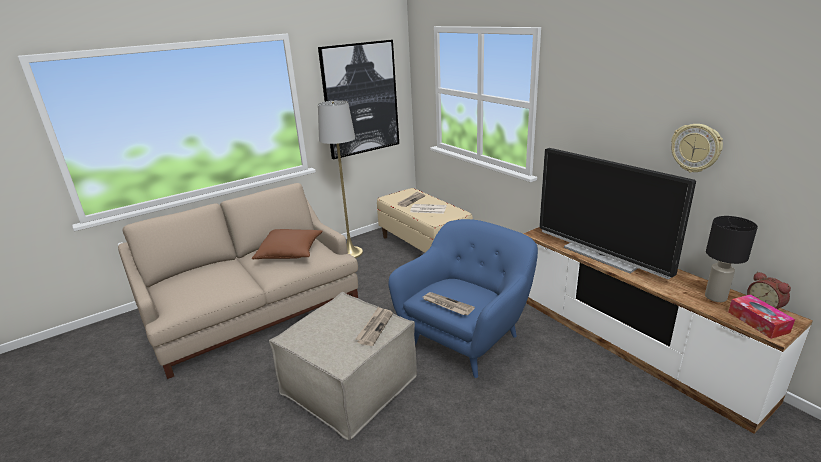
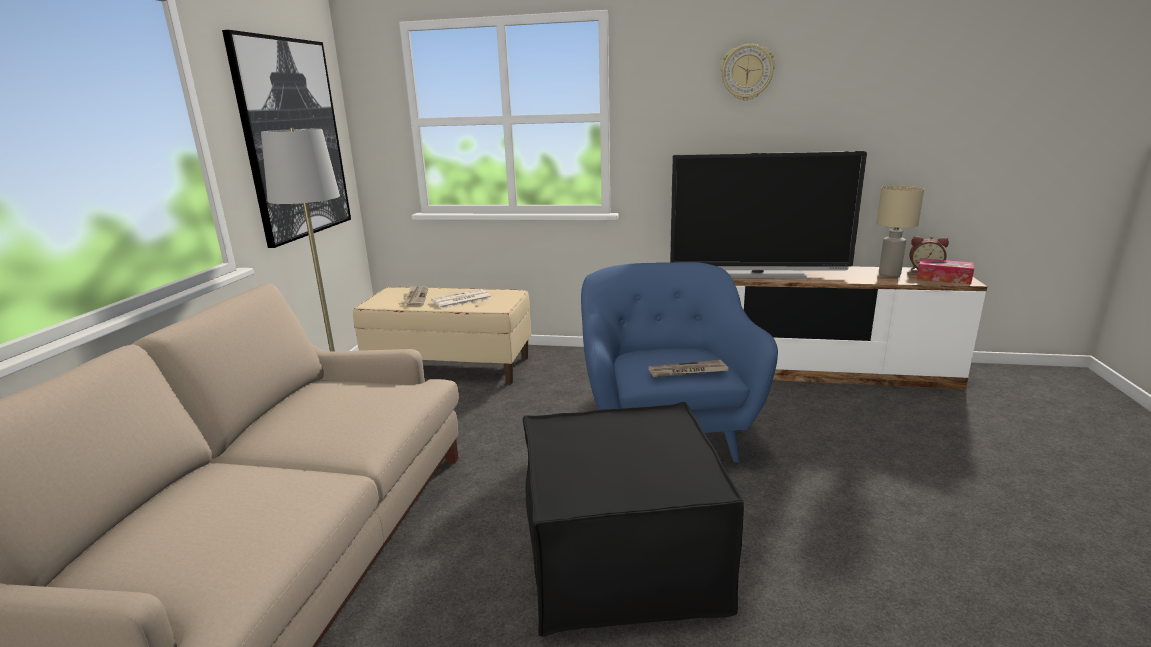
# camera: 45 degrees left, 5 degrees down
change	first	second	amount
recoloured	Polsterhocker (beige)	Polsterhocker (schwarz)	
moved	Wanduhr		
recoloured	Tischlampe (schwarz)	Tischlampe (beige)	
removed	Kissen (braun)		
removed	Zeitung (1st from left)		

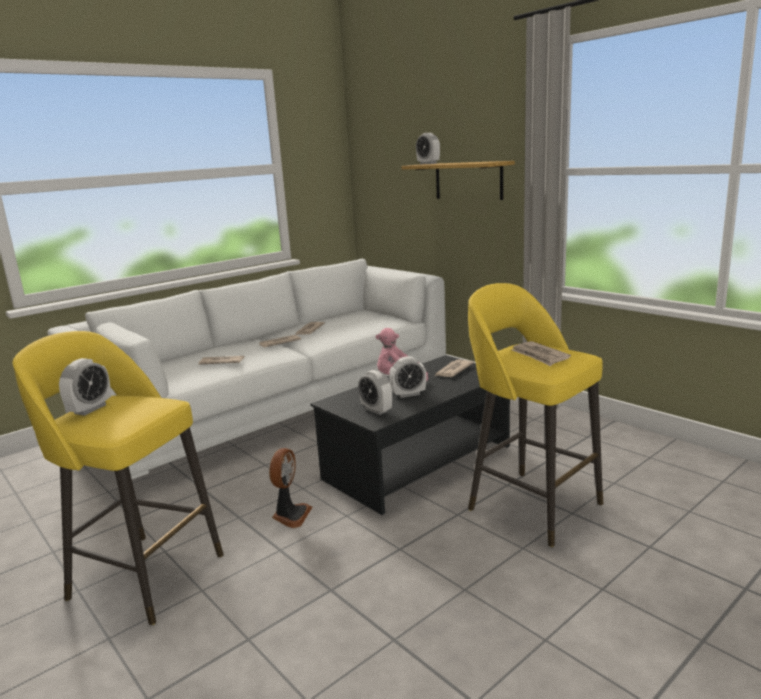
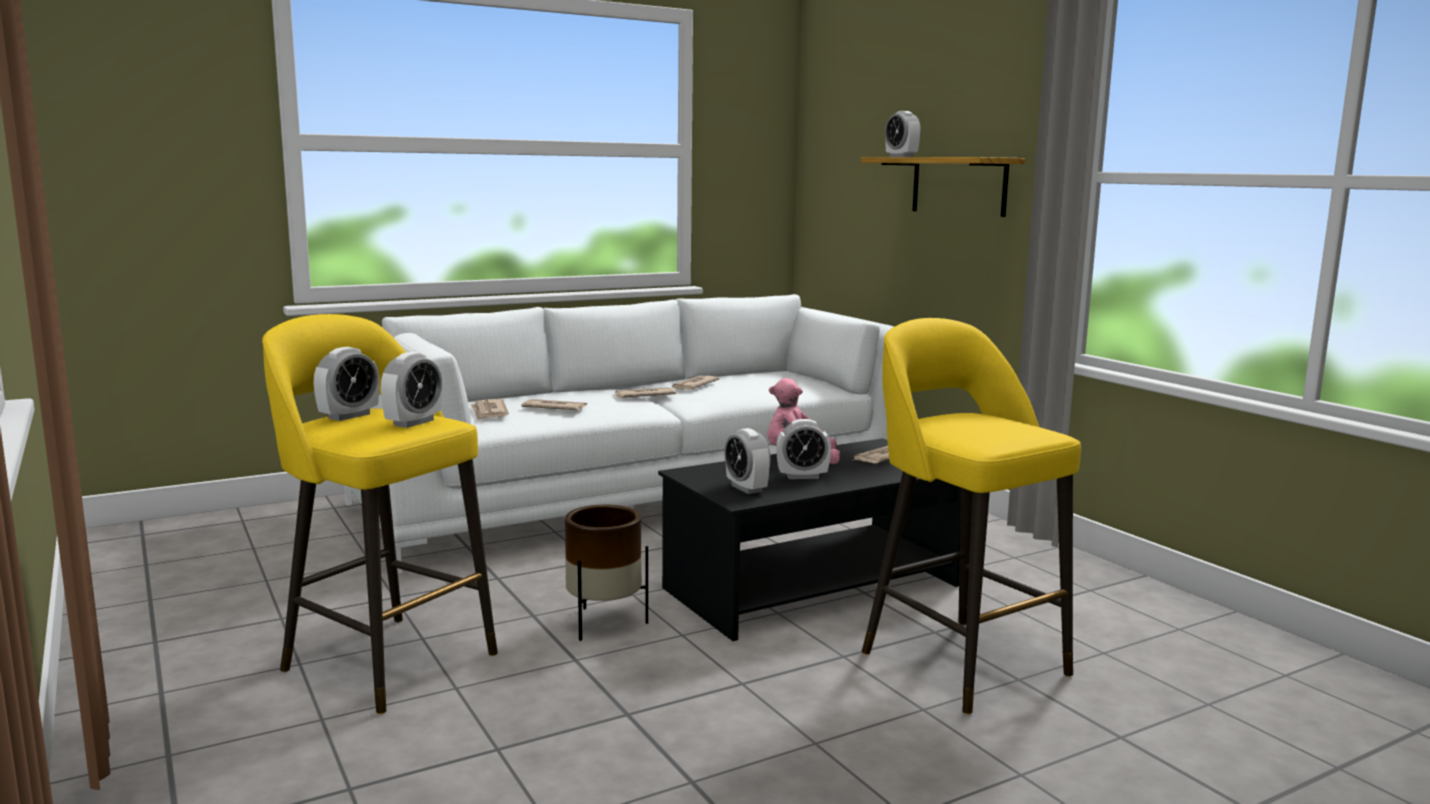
# camera: 10 degrees right, 5 degrees down
change	first	second	amount
added		Wecker (2nd from left)	
moved	Zeitung (5th from left in the first image)	Zeitung (1st from left)	
replaced	Ventilator	Pflanzkübel (braun)	

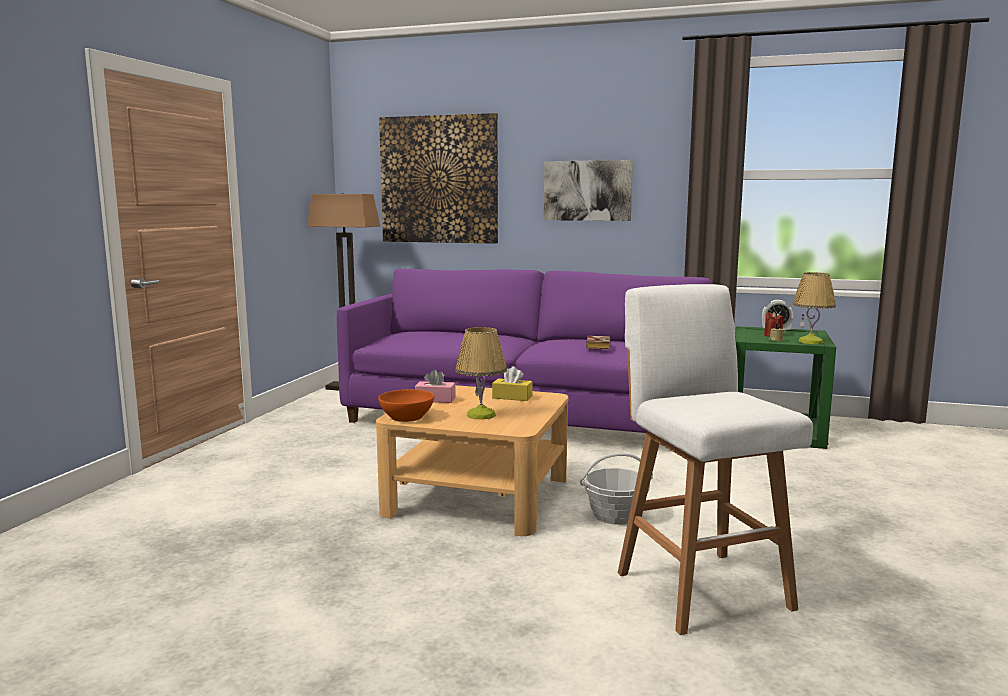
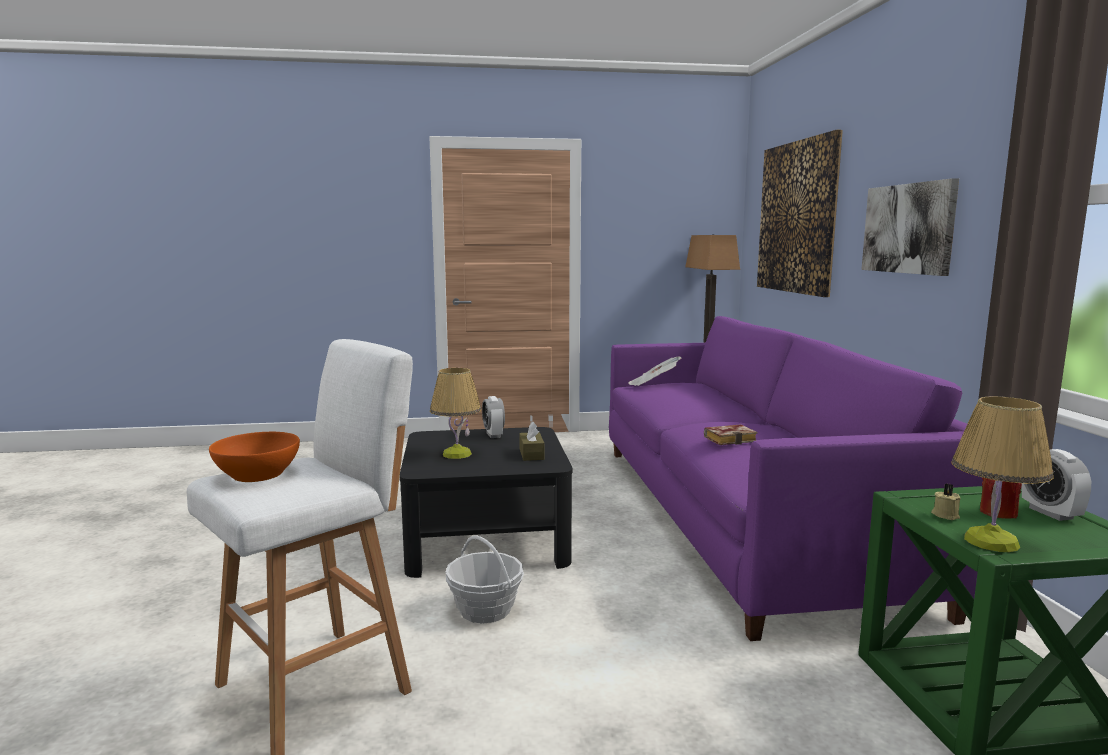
# camera: 65 degrees right, 0 degrees up
change	first	second	amount
moved	Schüssel (orange)		
recoloured	Couchtisch (beige)	Couchtisch (schwarz)	
replaced	Taschentuchbox (rosa)	Wecker (1st from left)	
recoloured	Taschentuchbox (gelb)	Taschentuchbox (braun)	
added		Zeitung	

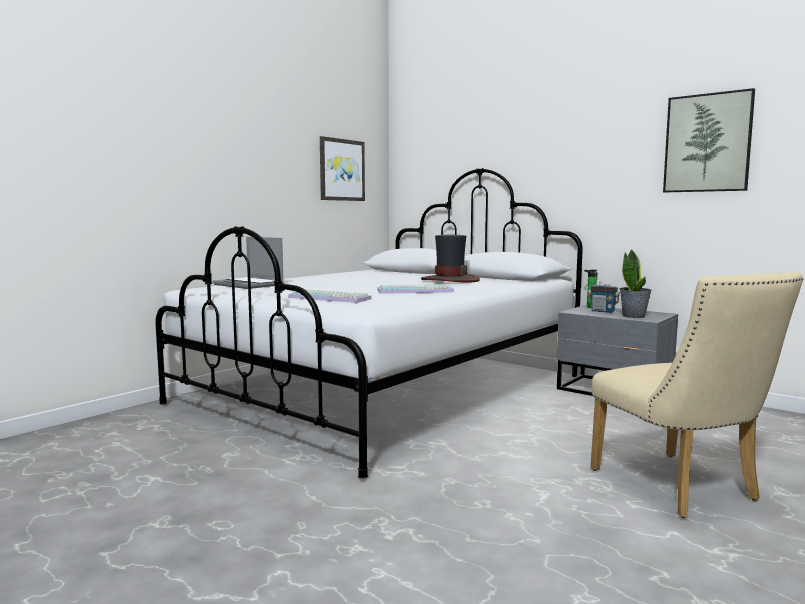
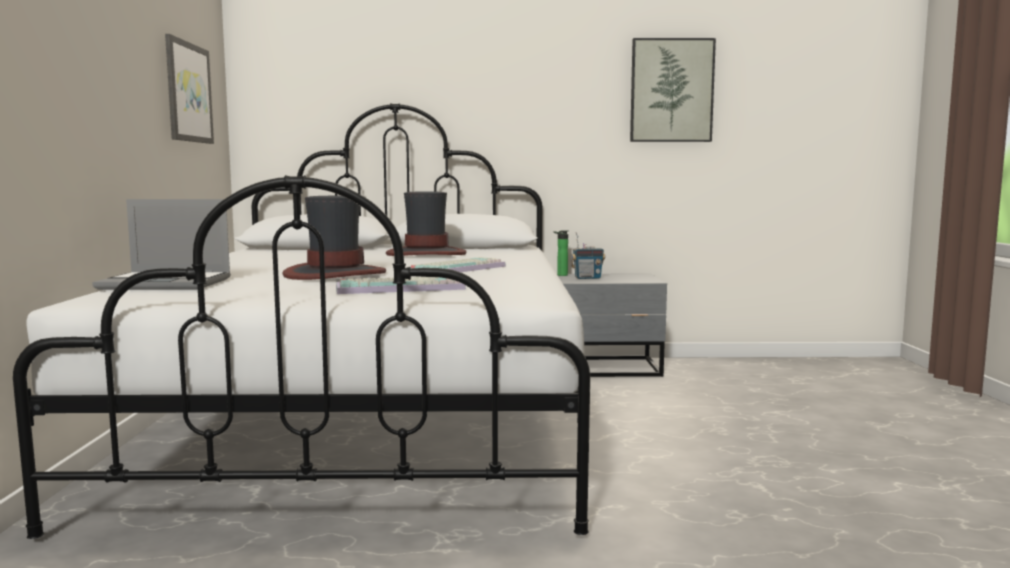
# camera: 40 degrees left, 0 degrees up
change	first	second	amount
added		Hut (1st from left)	
removed	Stuhl (beige)		
removed	Topfpflanze		

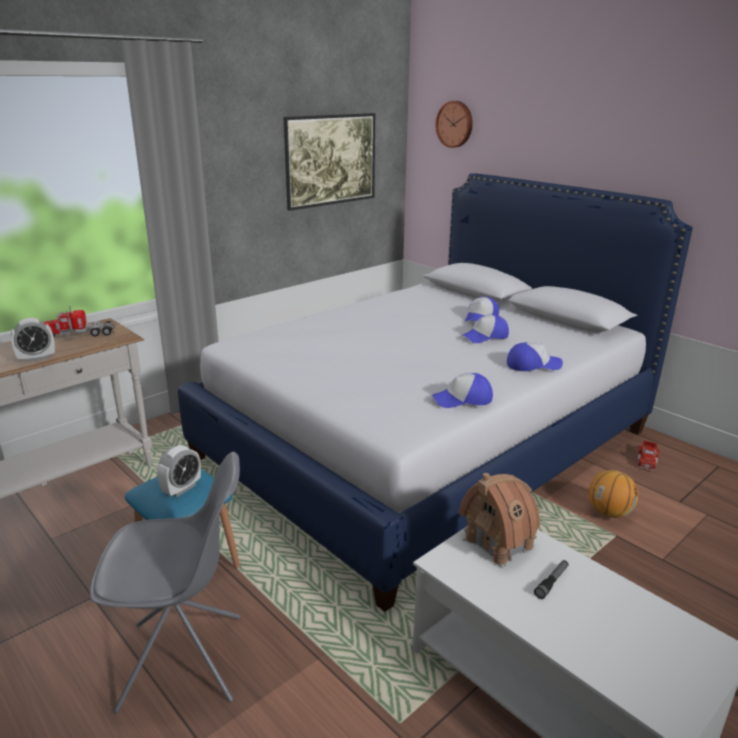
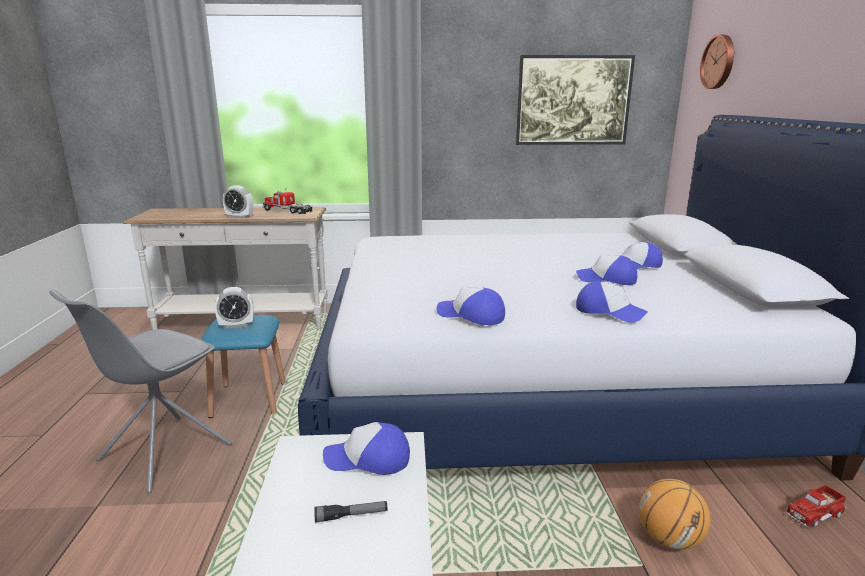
# camera: 40 degrees right, 5 degrees down
change	first	second	amount
turned	Stuhl (grau)		90 degrees clockwise
replaced	Spielzeughaus	Kappe (1st from left)	

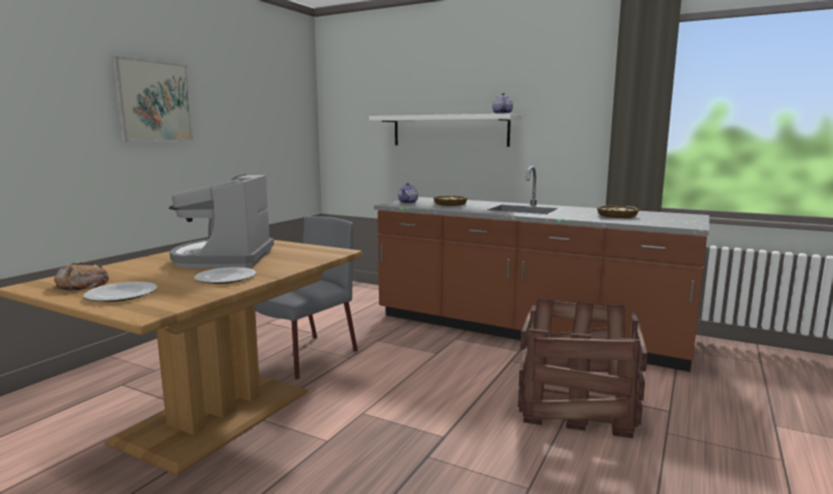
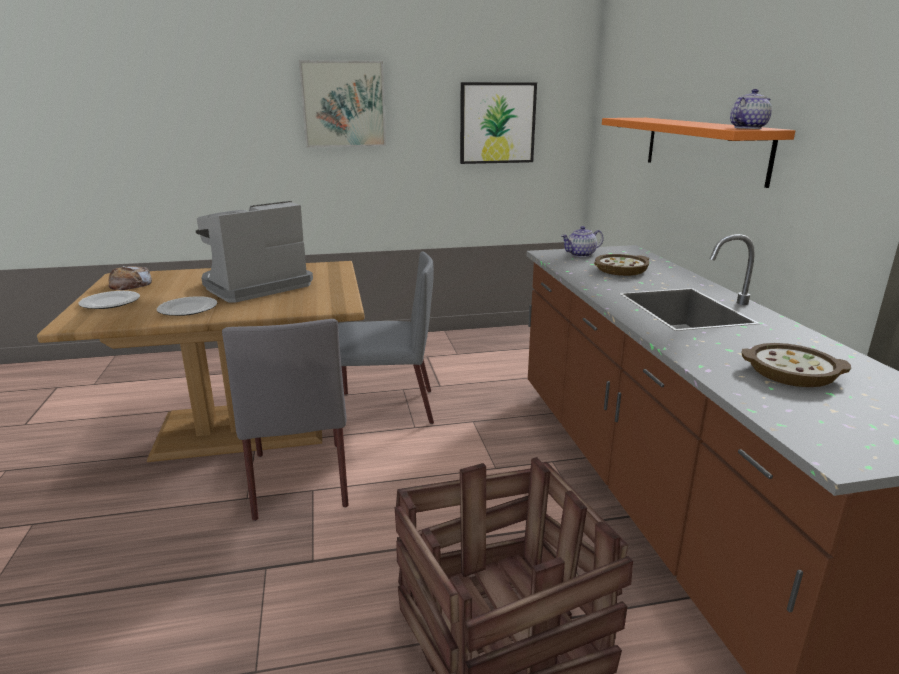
# camera: 50 degrees right, 10 degrees up
change	first	second	amount
added		Stuhl (grau) (1st from left)	
added		Bild (2nd from left)	
recoloured	Wandregal (weiß)	Wandregal (orange)	

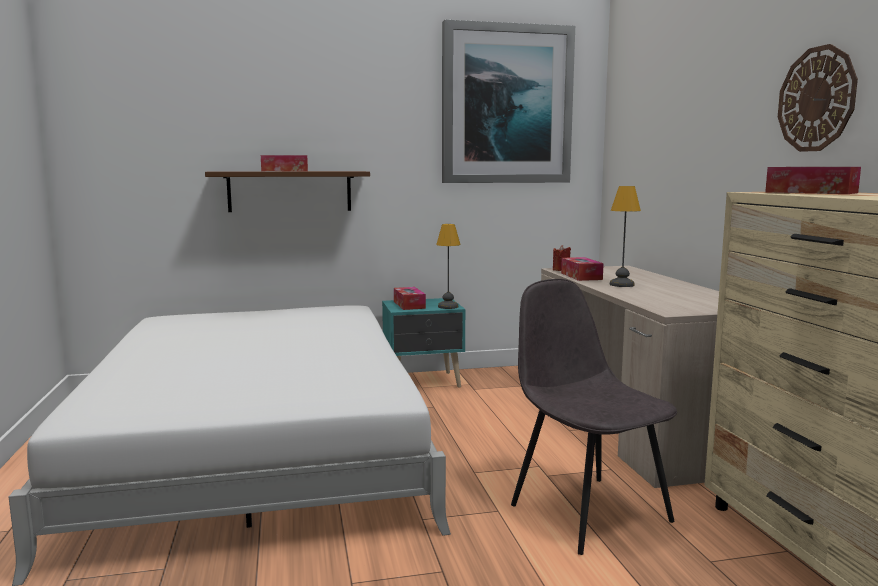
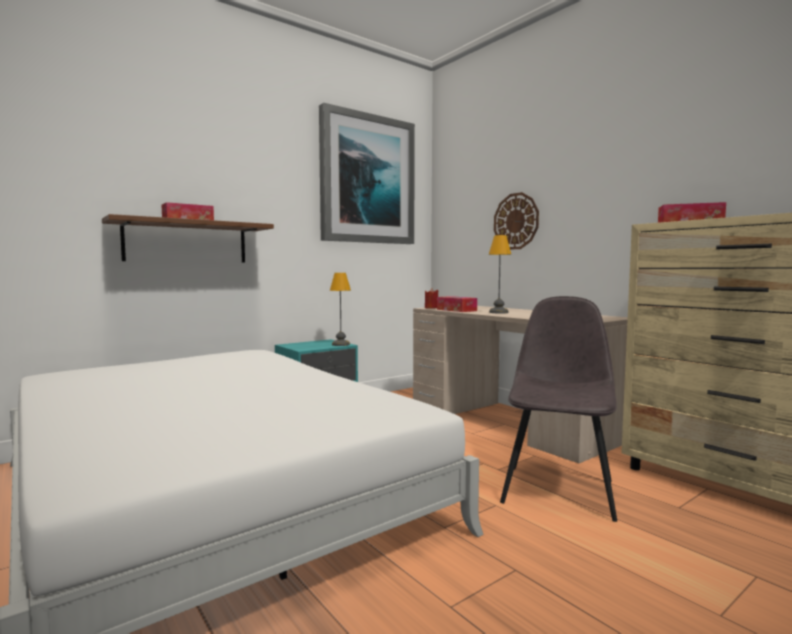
# camera: 25 degrees left, 5 degrees down
change	first	second	amount
moved	Wanduhr		
turned	Stuhl (grau)		75 degrees clockwise
removed	Taschentuchbox (2nd from left)		

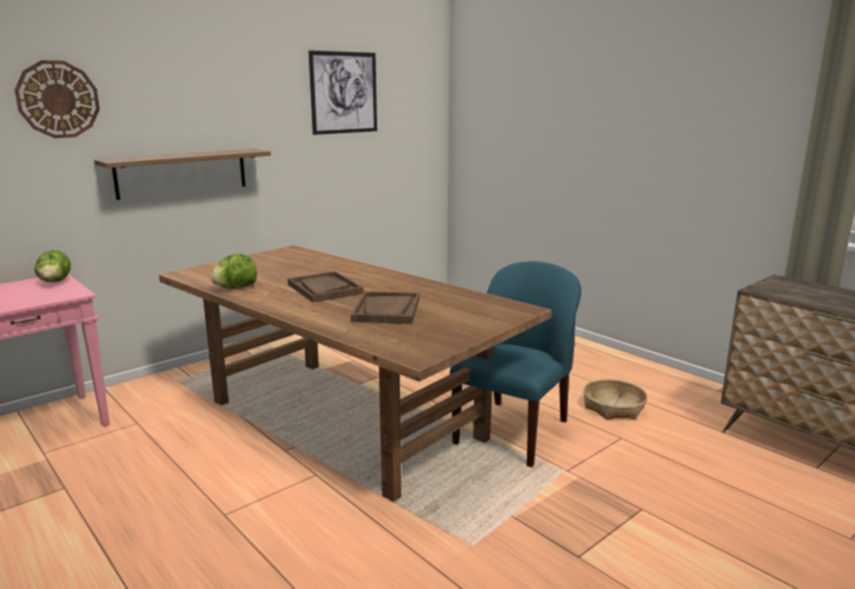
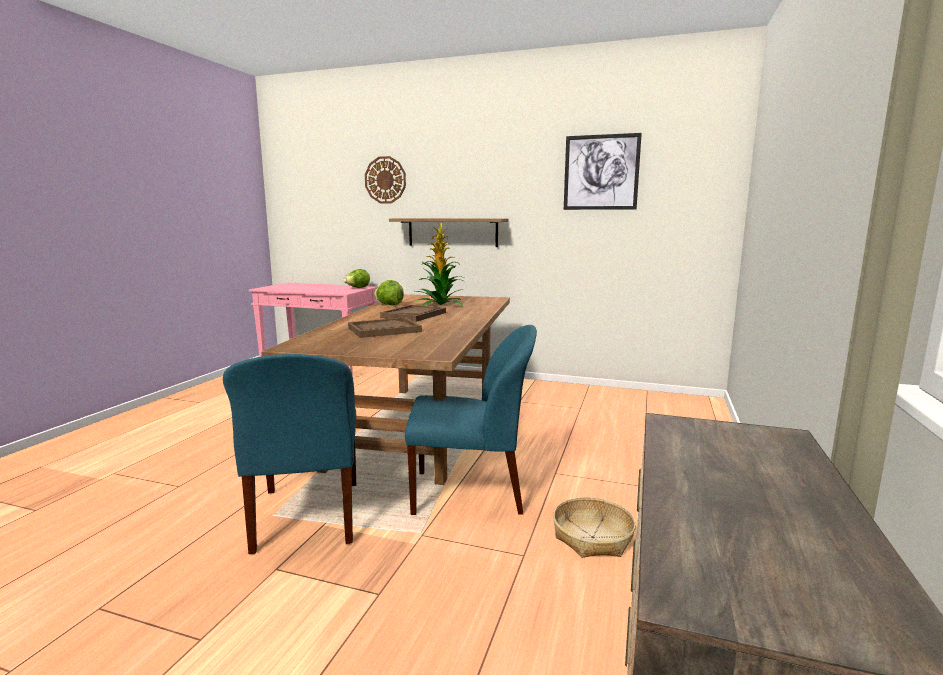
# camera: 60 degrees right, 5 degrees down
change	first	second	amount
added		Stuhl (blau) (1st from left)	
added		Topfpflanze	

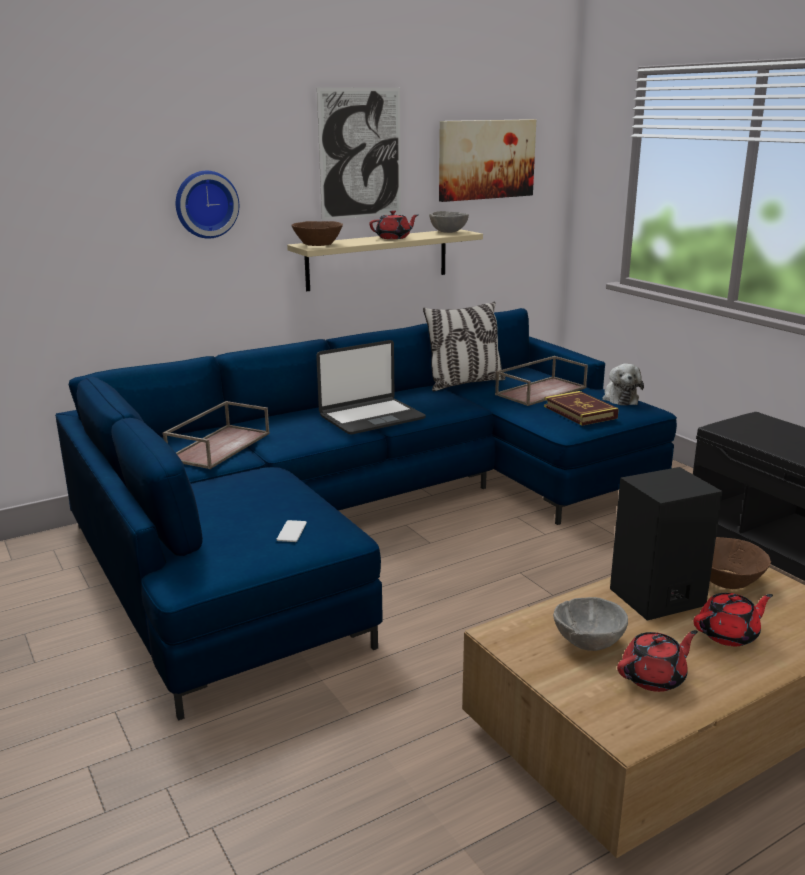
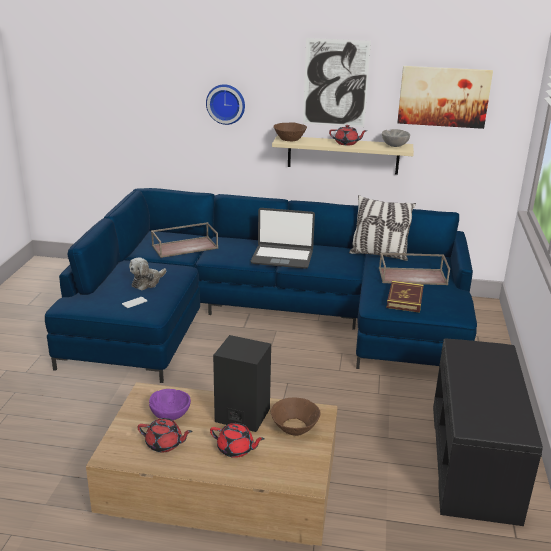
# camera: 40 degrees right, 5 degrees up
change	first	second	amount
moved	Plüschtier		
recoloured	Schüssel (grau) (2nd from left)	Schüssel (lila)	

